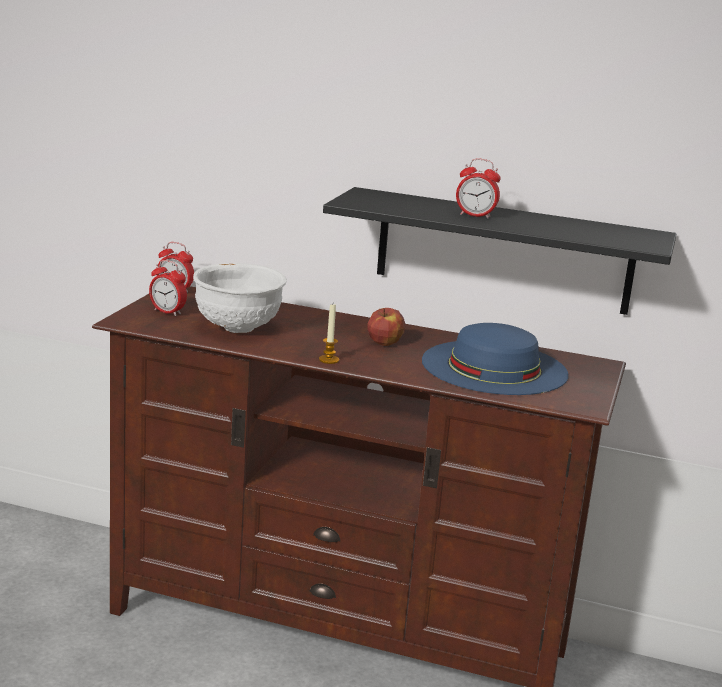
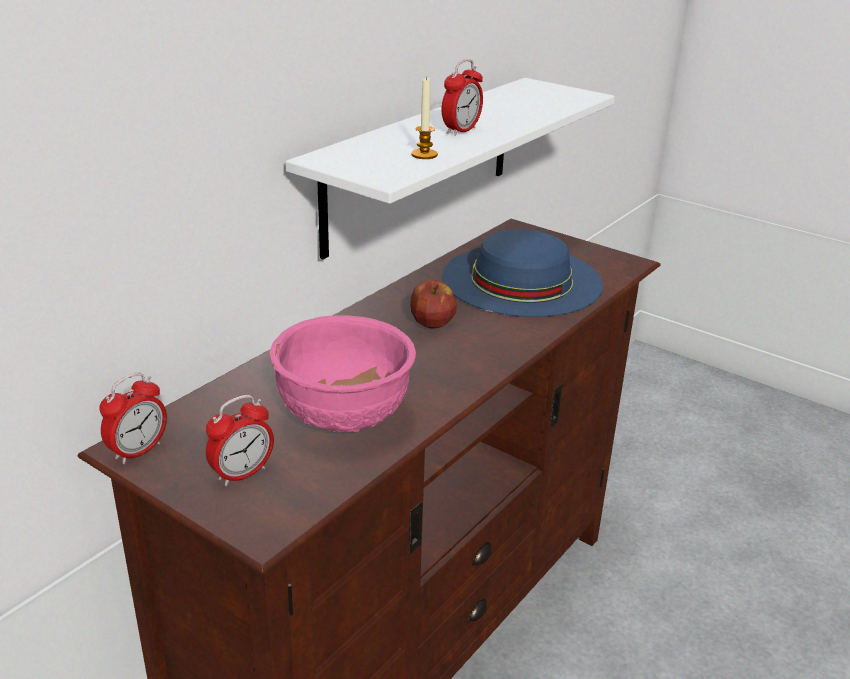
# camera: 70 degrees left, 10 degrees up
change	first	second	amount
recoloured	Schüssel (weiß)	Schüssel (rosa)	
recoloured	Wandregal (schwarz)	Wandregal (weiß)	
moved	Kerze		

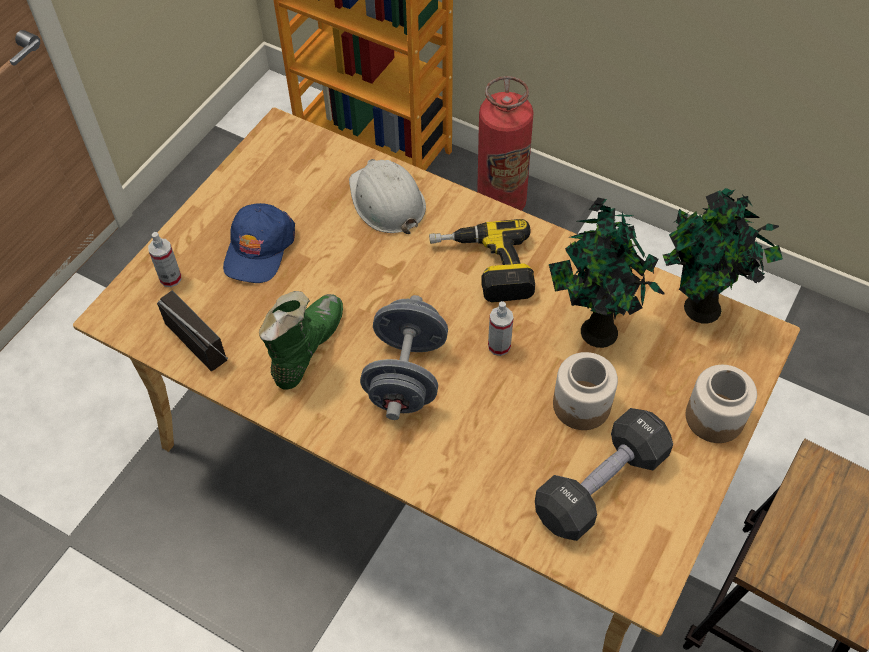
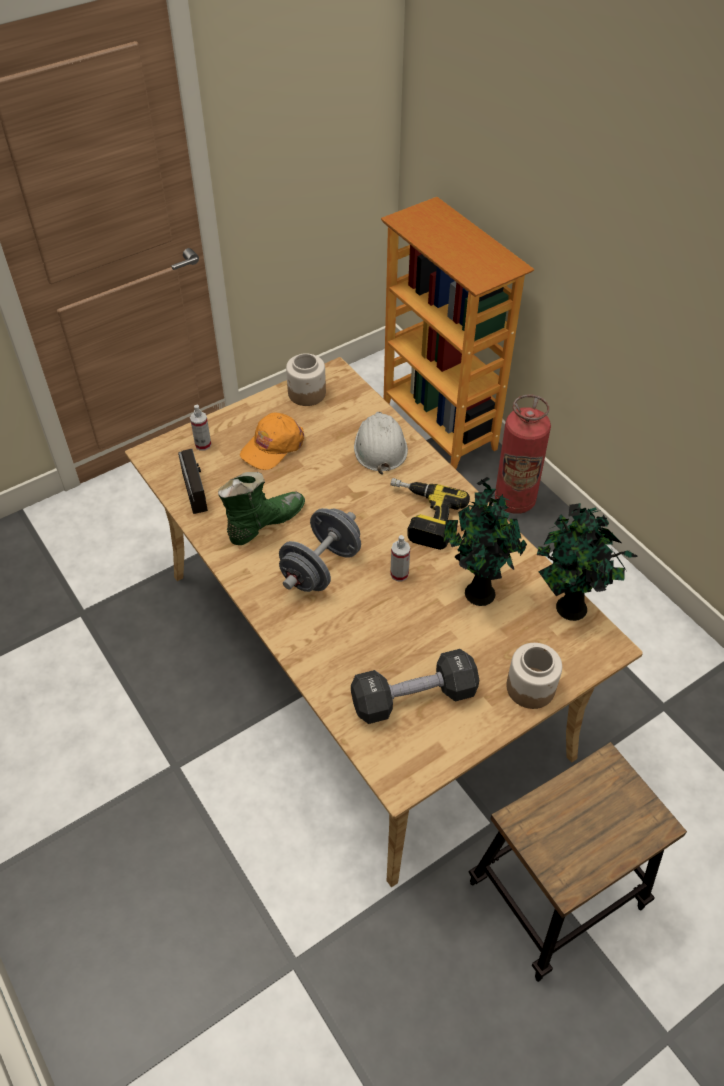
# camera: 25 degrees right, 5 degrees down
change	first	second	amount
recoloured	Kappe (blau)	Kappe (orange)	
moved	Vorratsglas (1st from left)		

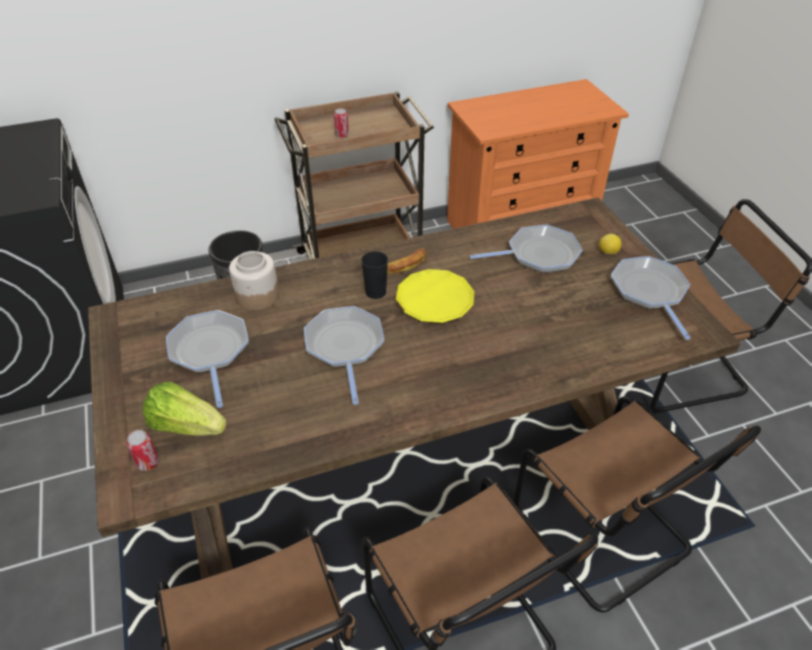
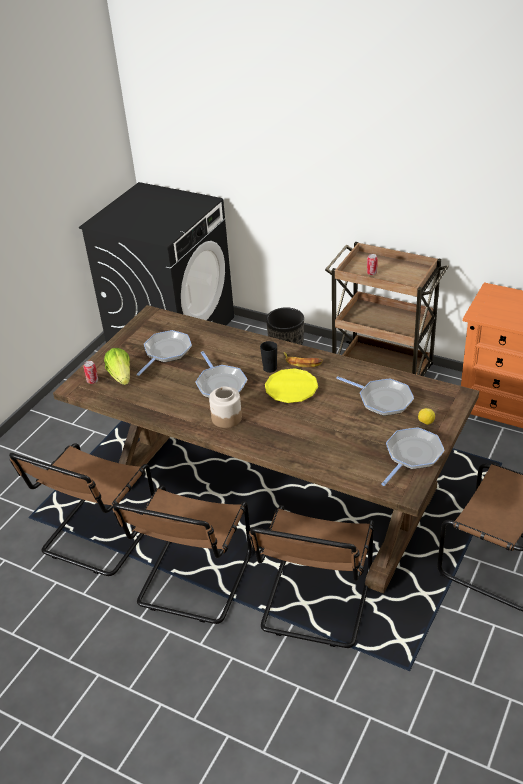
# camera: 50 degrees right, 5 degrees down
change	first	second	amount
turned	Pfanne (2nd from left)		120 degrees clockwise
moved	Vorratsglas		

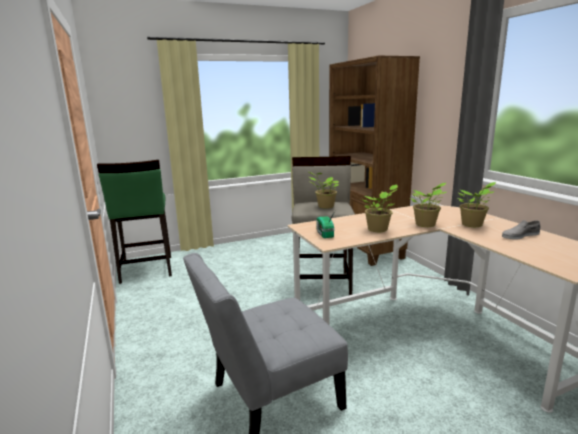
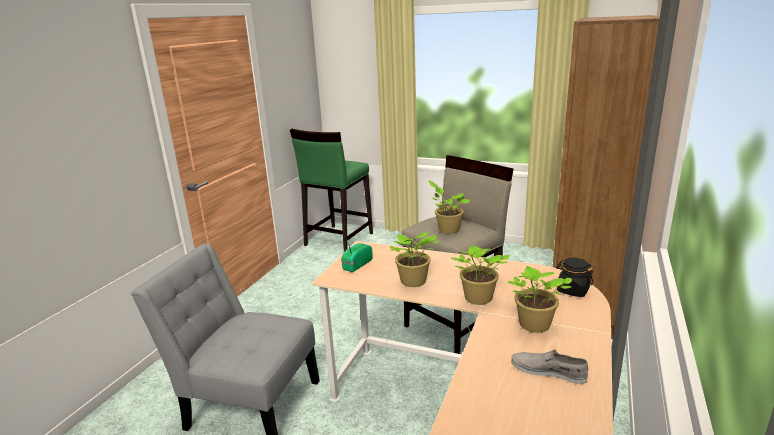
# camera: 45 degrees right, 5 degrees up
change	first	second	amount
added		Vorratsglas (schwarz)	

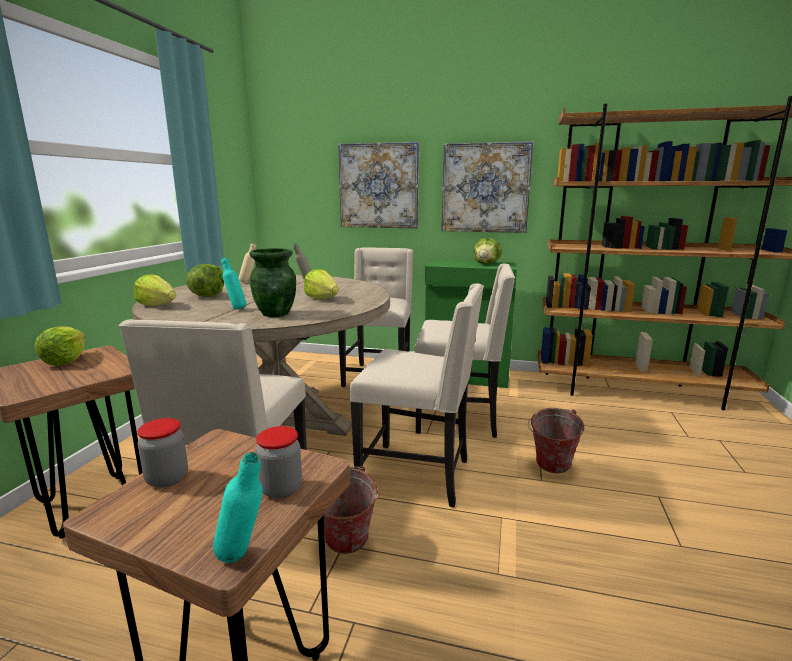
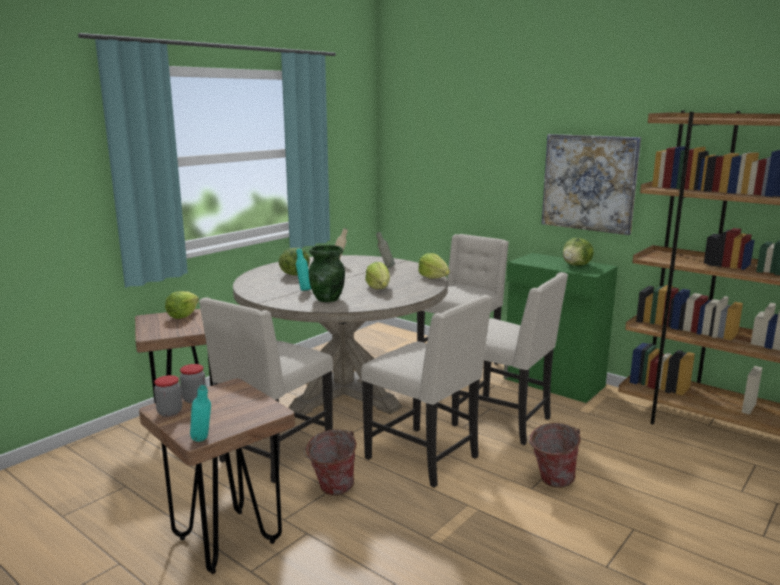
# camera: 25 degrees right, 0 degrees up
change	first	second	amount
moved	Vorratsglas (2nd from left in the first image)	Vorratsglas (1st from left)	
moved	Salatkopf (2nd from left in the first image)	Salatkopf (4th from left)	
removed	Bild (1st from left)		

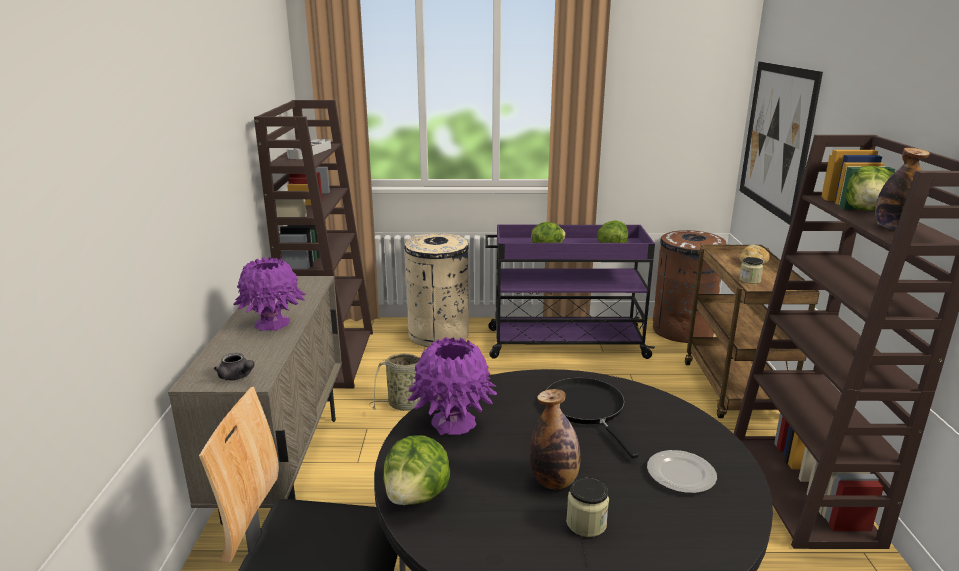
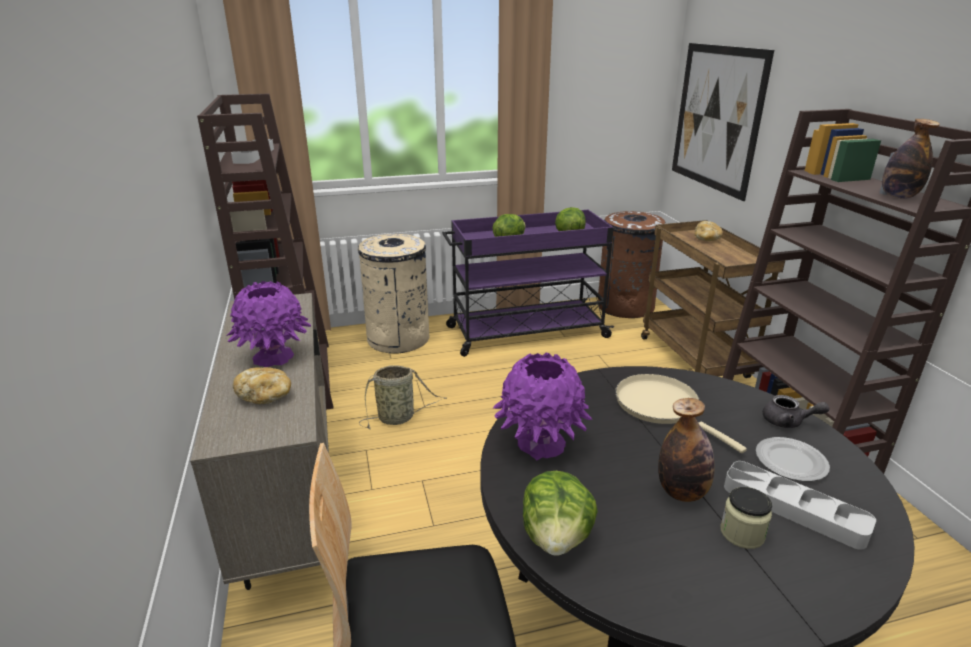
# camera: 15 degrees left, 5 degrees up
change	first	second	amount
added		Brot (1st from left)	
recoloured	Pfanne (schwarz)	Pfanne (beige)	
added		Tablett (grau) (2nd from left)	
moved	Teekanne (grau)		
removed	Vorratsglas (2nd from left)		
removed	Salatkopf (4th from left)		

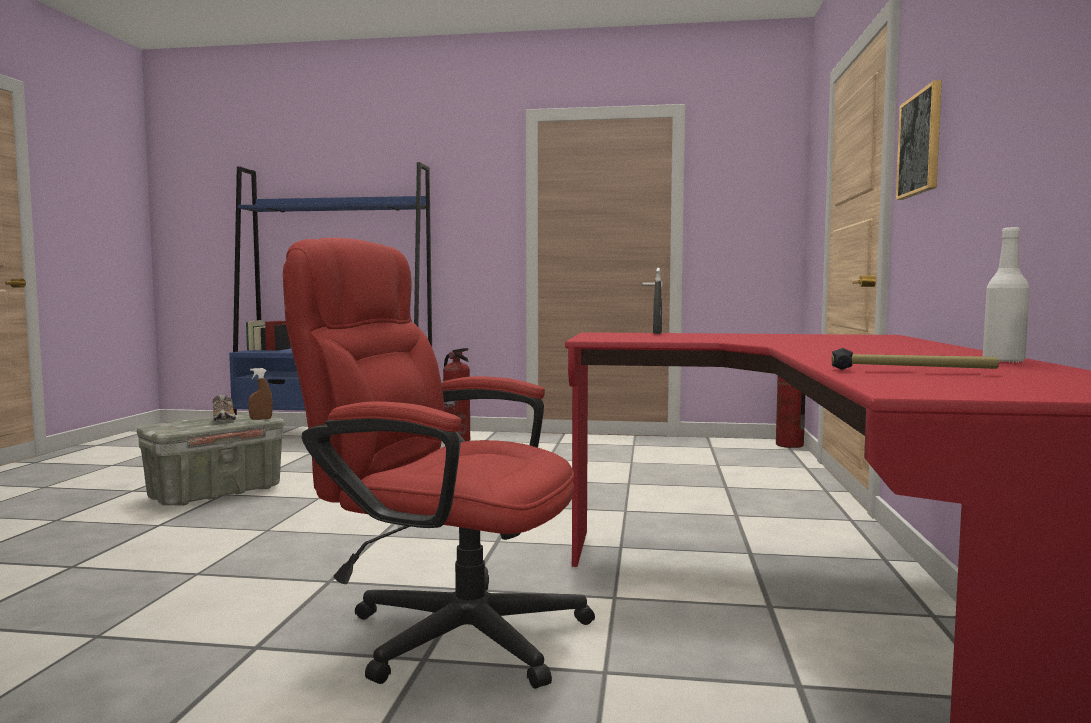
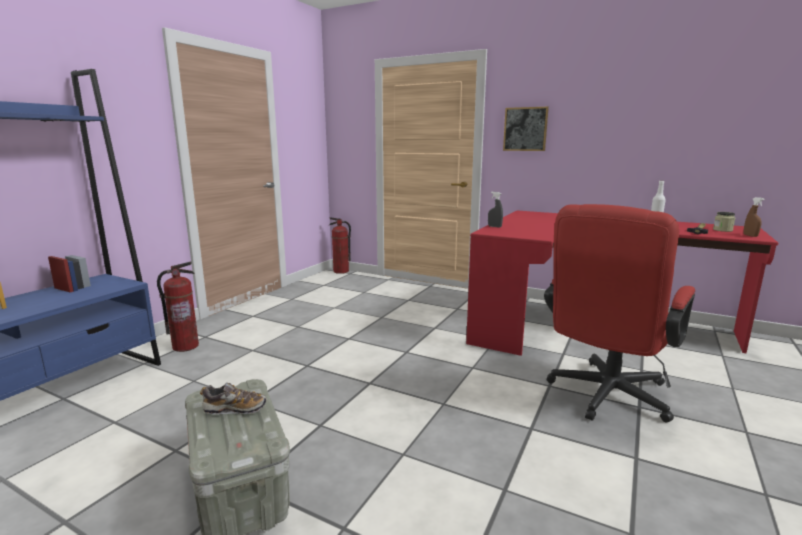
# camera: 70 degrees left, 10 degrees up
change	first	second	amount
added		Vorratsglas	
moved	Sprühflasche (braun)		

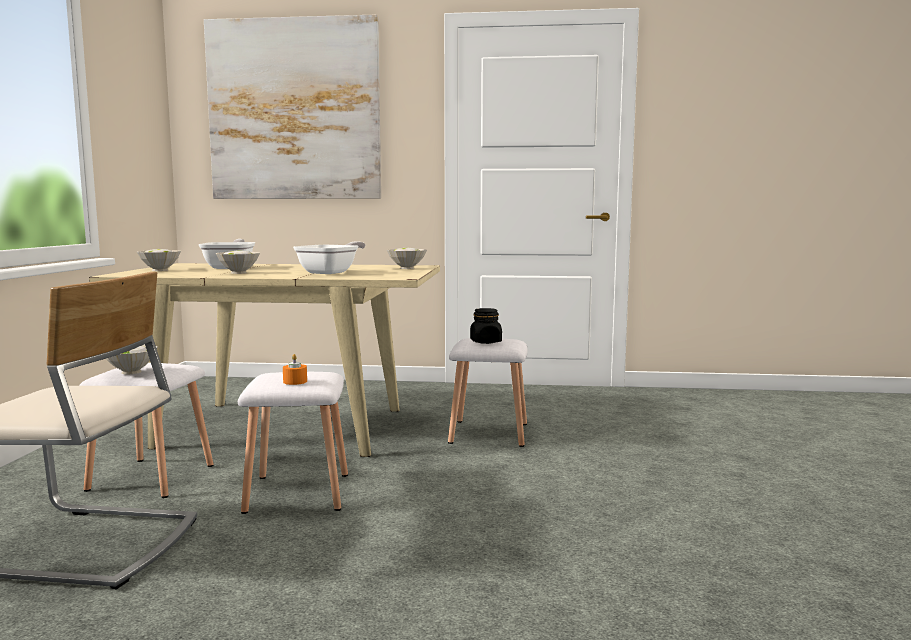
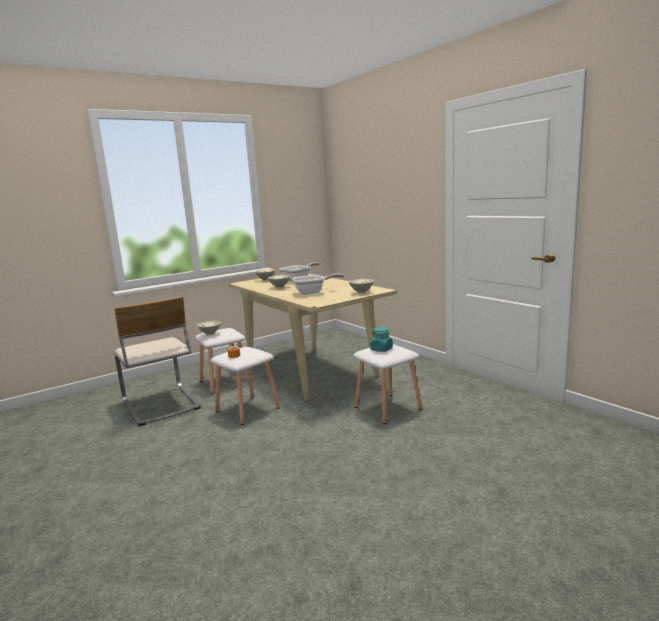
# camera: 50 degrees right, 5 degrees up
change	first	second	amount
recoloured	Vorratsglas (schwarz)	Vorratsglas (türkis)	
removed	Bild		

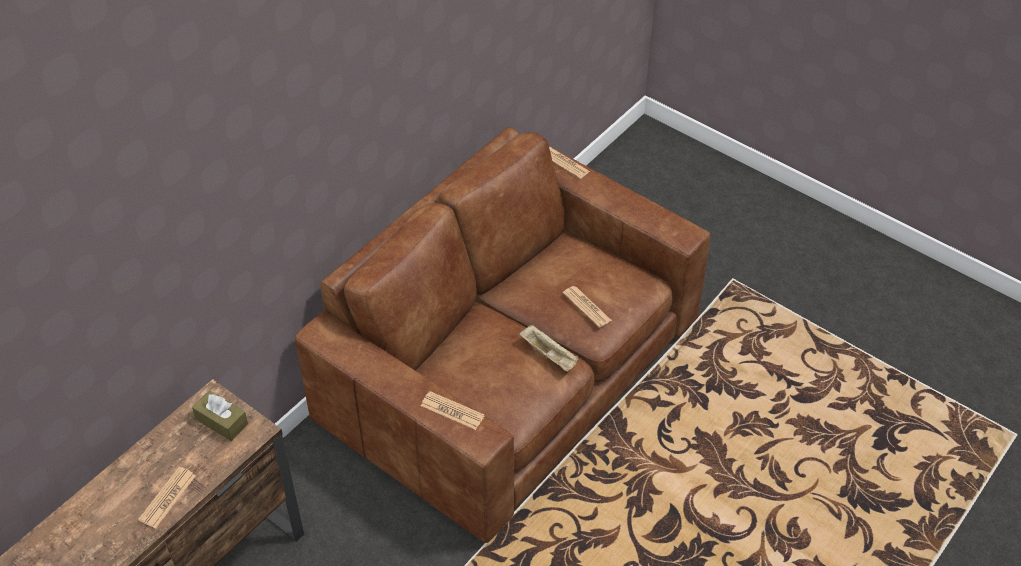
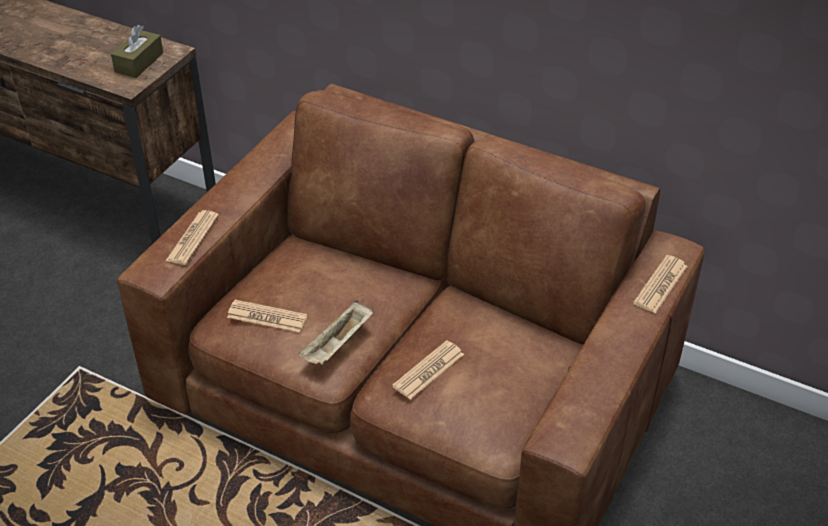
# camera: 80 degrees right, 5 degrees down
change	first	second	amount
moved	Zeitung (1st from left in the first image)	Zeitung (2nd from left)	

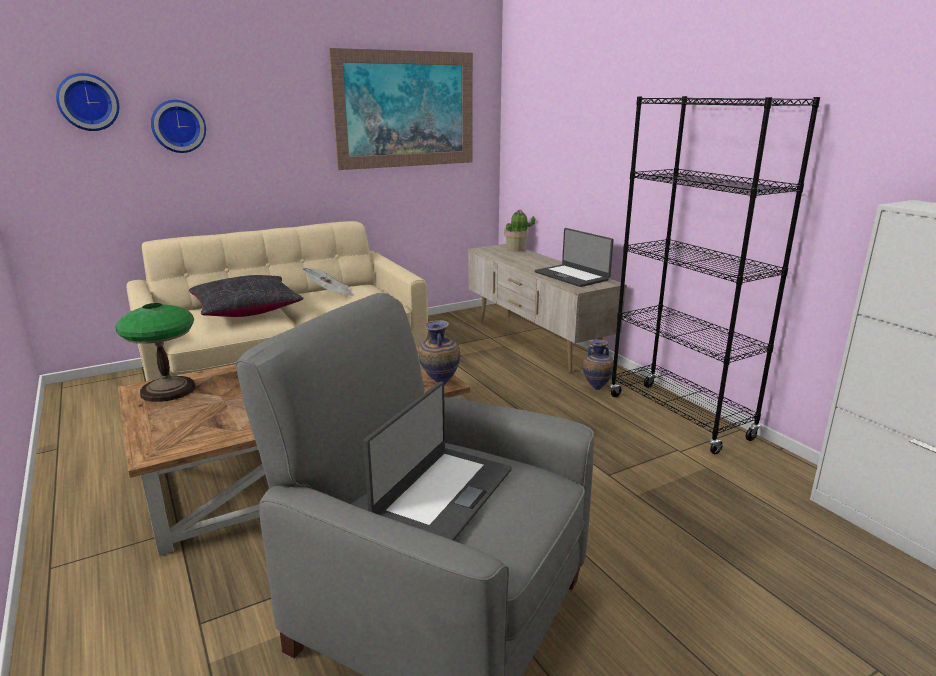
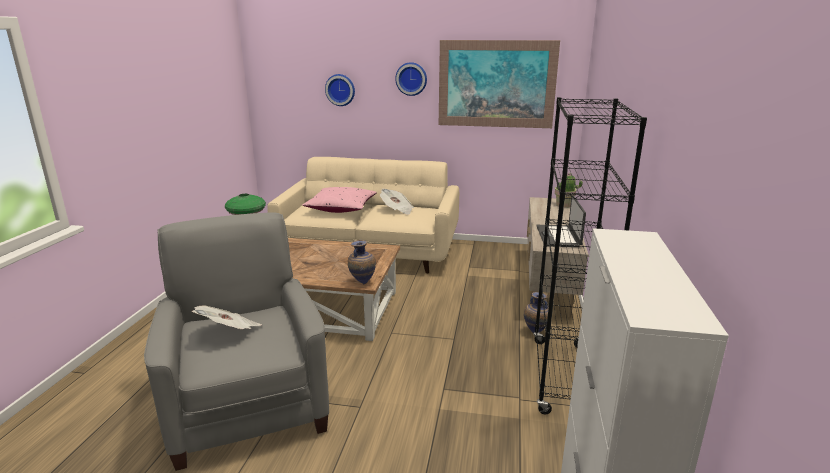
# camera: 40 degrees right, 0 degrees up
change	first	second	amount
replaced	Laptop (1st from left)	Zeitung (1st from left)	
recoloured	Kissen (schwarz)	Kissen (rosa)	
moved	Wanduhr (1st from left in the first image)	Wanduhr (2nd from left)	

